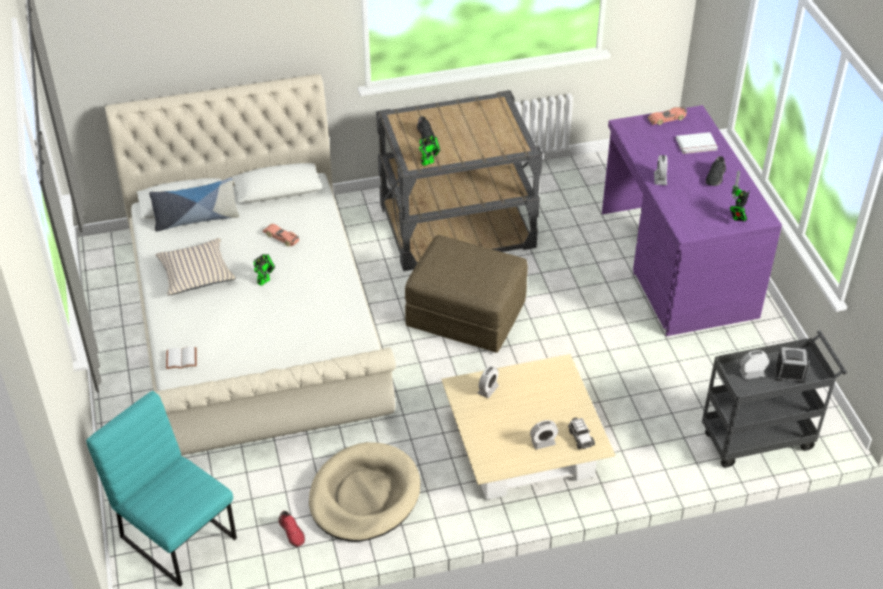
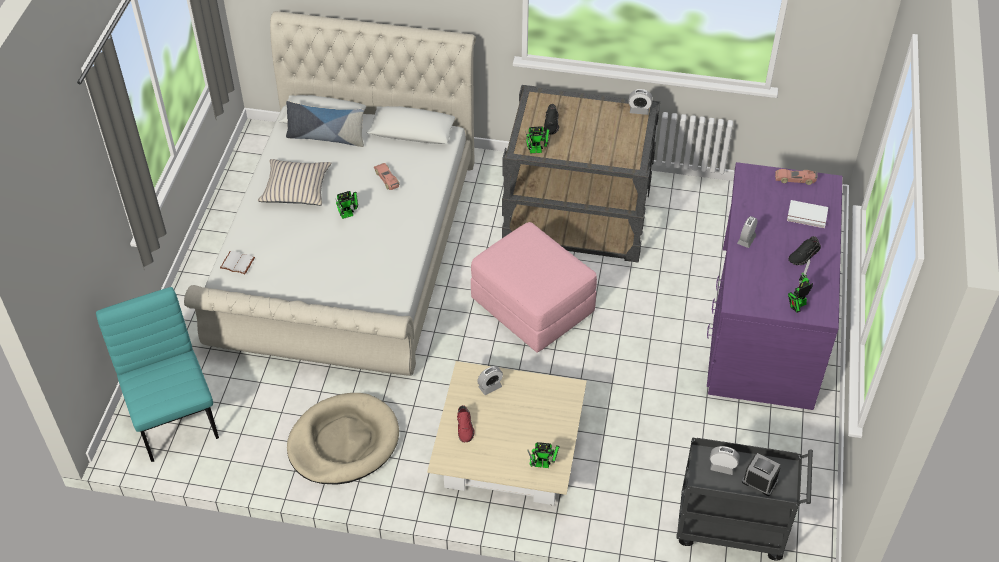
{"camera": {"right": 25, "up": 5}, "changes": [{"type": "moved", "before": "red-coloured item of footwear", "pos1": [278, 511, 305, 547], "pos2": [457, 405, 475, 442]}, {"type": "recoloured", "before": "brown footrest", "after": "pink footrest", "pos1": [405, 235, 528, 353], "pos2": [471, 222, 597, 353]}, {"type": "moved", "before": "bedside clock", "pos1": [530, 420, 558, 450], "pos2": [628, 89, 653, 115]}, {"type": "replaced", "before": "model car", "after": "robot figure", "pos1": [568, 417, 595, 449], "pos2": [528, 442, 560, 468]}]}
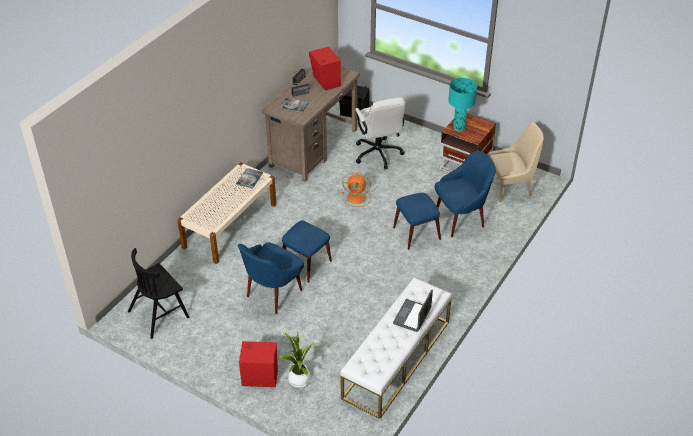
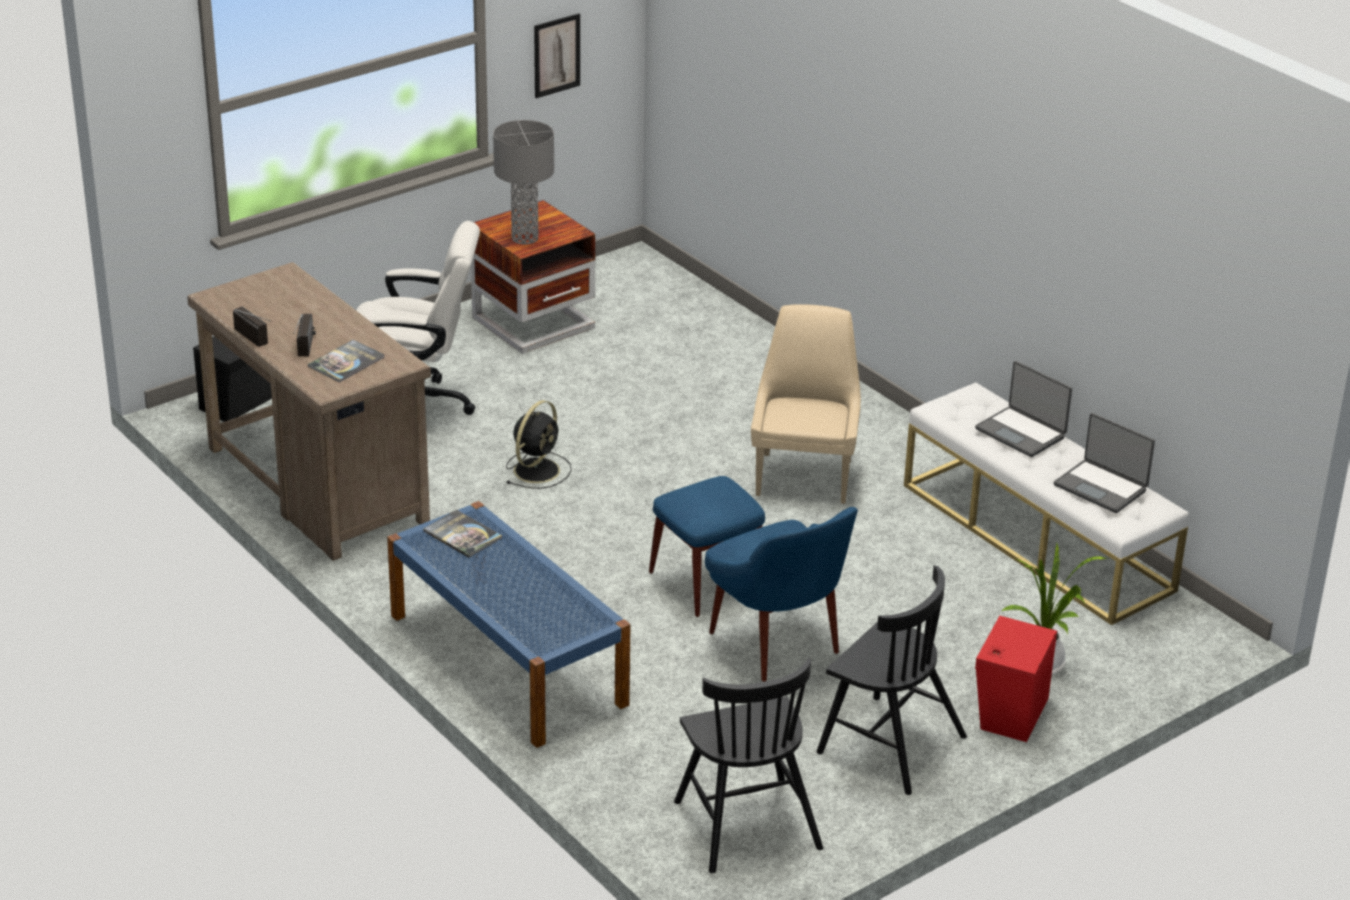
{"camera": {"right": -70, "up": -10}, "changes": [{"type": "recoloured", "before": "beige long seat", "after": "blue long seat", "pos1": [177, 162, 276, 264], "pos2": [387, 501, 631, 748]}, {"type": "removed", "before": "red-coloured audio speaker", "pos1": [309, 46, 341, 91]}, {"type": "recoloured", "before": "orangey electric fan", "after": "black electric fan", "pos1": [342, 172, 371, 207], "pos2": [506, 400, 572, 489]}, {"type": "removed", "before": "blue armchair", "pos1": [393, 150, 496, 250]}, {"type": "recoloured", "before": "turquoise-coloured tabletop lamp", "after": "gray tabletop lamp", "pos1": [448, 78, 477, 132], "pos2": [493, 120, 554, 244]}, {"type": "moved", "before": "beige chair", "pos1": [489, 122, 544, 203], "pos2": [751, 304, 861, 504]}, {"type": "added", "after": "picture", "pos2": [534, 13, 580, 98]}, {"type": "added", "after": "black chair", "pos2": [816, 565, 967, 795]}, {"type": "added", "after": "laptop", "pos2": [1054, 413, 1155, 513]}]}
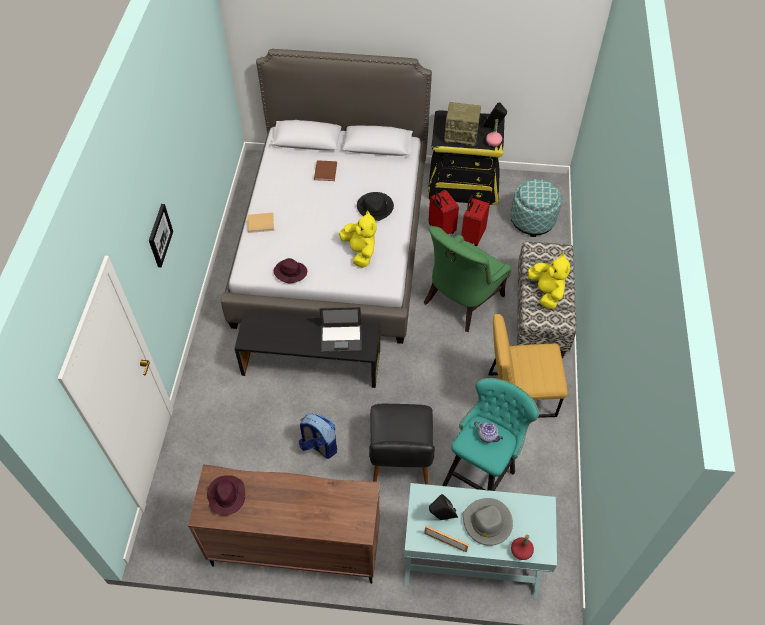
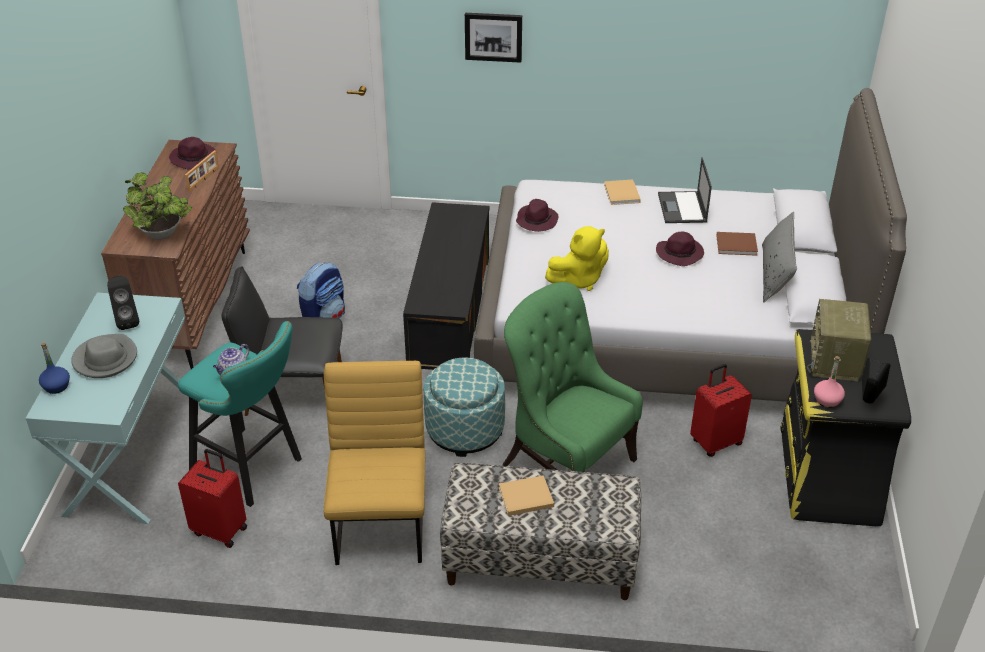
{"camera": {"right": 90, "up": -15}, "changes": [{"type": "moved", "before": "laptop", "pos1": [319, 307, 362, 353], "pos2": [658, 157, 712, 223]}, {"type": "removed", "before": "black clothing hat", "pos1": [357, 192, 394, 221]}, {"type": "moved", "before": "standing frame", "pos1": [424, 526, 469, 552], "pos2": [185, 150, 219, 192]}, {"type": "moved", "before": "red-coloured travel case", "pos1": [461, 195, 490, 246], "pos2": [178, 449, 247, 548]}, {"type": "moved", "before": "footrest", "pos1": [511, 179, 562, 237], "pos2": [424, 358, 505, 457]}, {"type": "recoloured", "before": "red-coloured drink bottle", "after": "blue drink bottle", "pos1": [511, 534, 534, 560], "pos2": [39, 343, 70, 394]}, {"type": "replaced", "before": "yellow-coloured plush toy", "after": "beige volume", "pos1": [528, 253, 570, 309], "pos2": [499, 475, 554, 516]}, {"type": "added", "after": "houseplant", "pos2": [123, 173, 192, 240]}, {"type": "added", "after": "purple clothing hat", "pos2": [656, 231, 704, 266]}, {"type": "added", "after": "gray pillow", "pos2": [762, 212, 797, 303]}]}
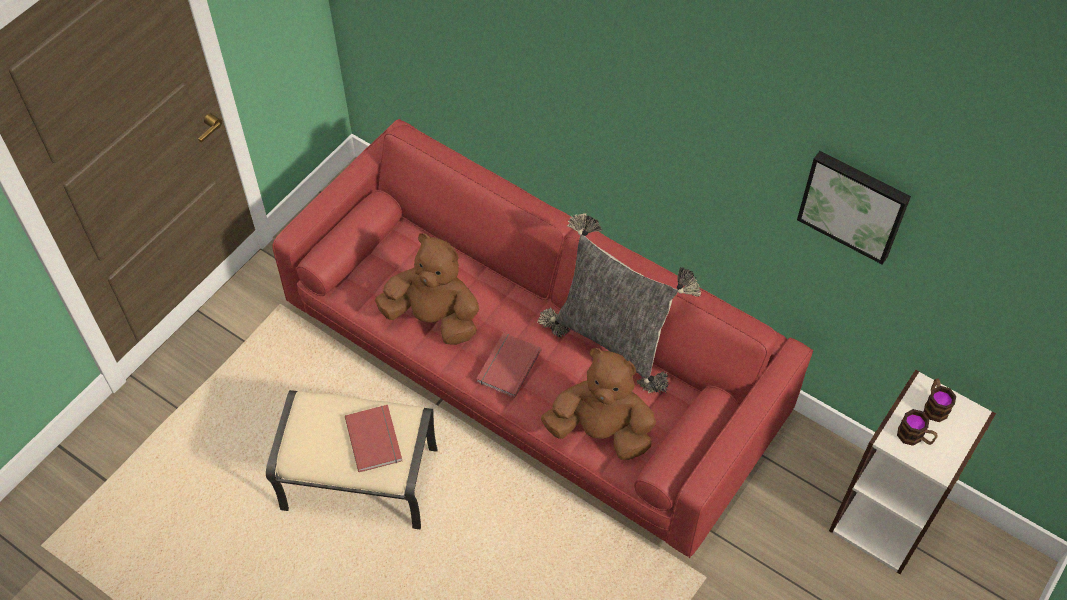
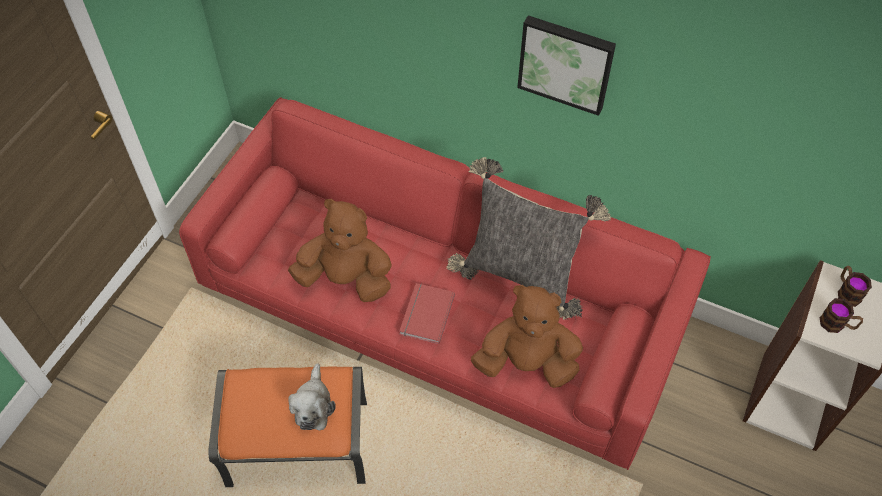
{"camera": {"right": -10, "up": 0}, "changes": [{"type": "recoloured", "before": "beige footrest", "after": "orangey footrest", "pos1": [266, 390, 438, 530], "pos2": [208, 367, 367, 487]}, {"type": "replaced", "before": "red-coloured volume", "after": "plush toy", "pos1": [345, 405, 402, 472], "pos2": [288, 363, 336, 430]}, {"type": "moved", "before": "picture", "pos1": [797, 151, 911, 264], "pos2": [517, 16, 616, 116]}]}
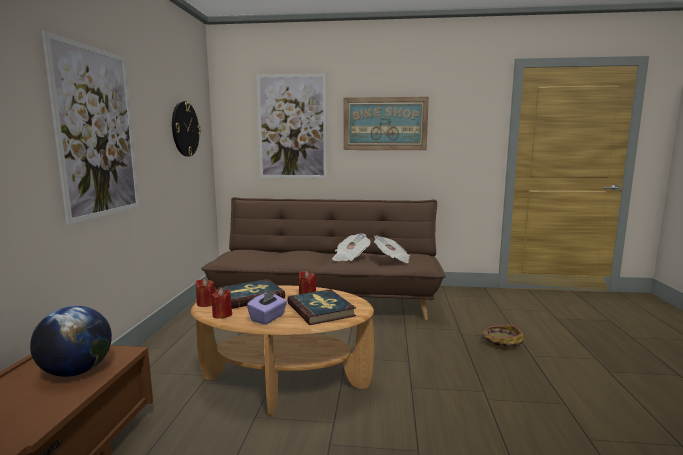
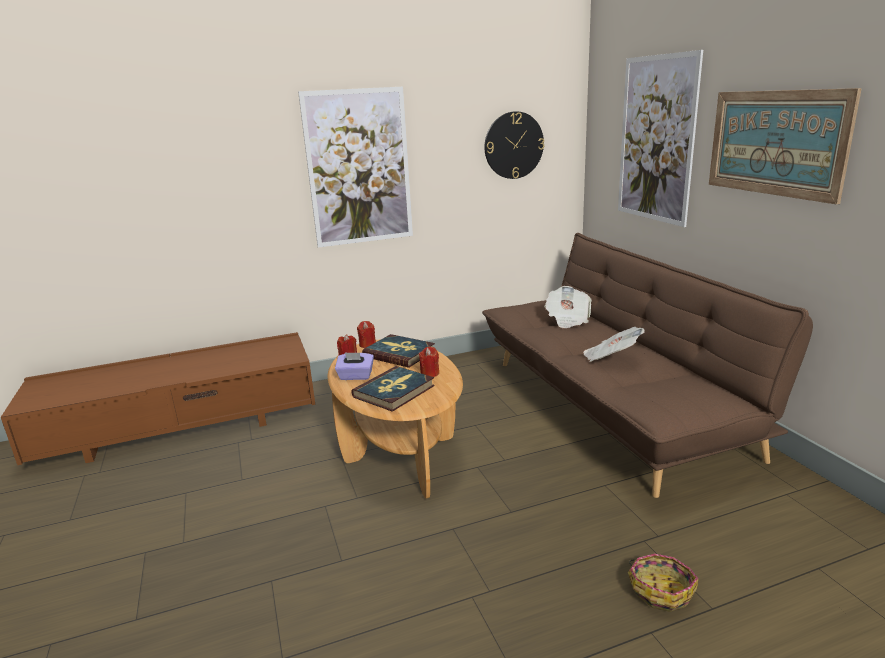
{"camera": {"right": 65, "up": 10}, "changes": [{"type": "removed", "before": "globe", "pos1": [30, 306, 112, 377]}, {"type": "moved", "before": "newspaper", "pos1": [374, 236, 410, 263], "pos2": [545, 286, 592, 328]}]}
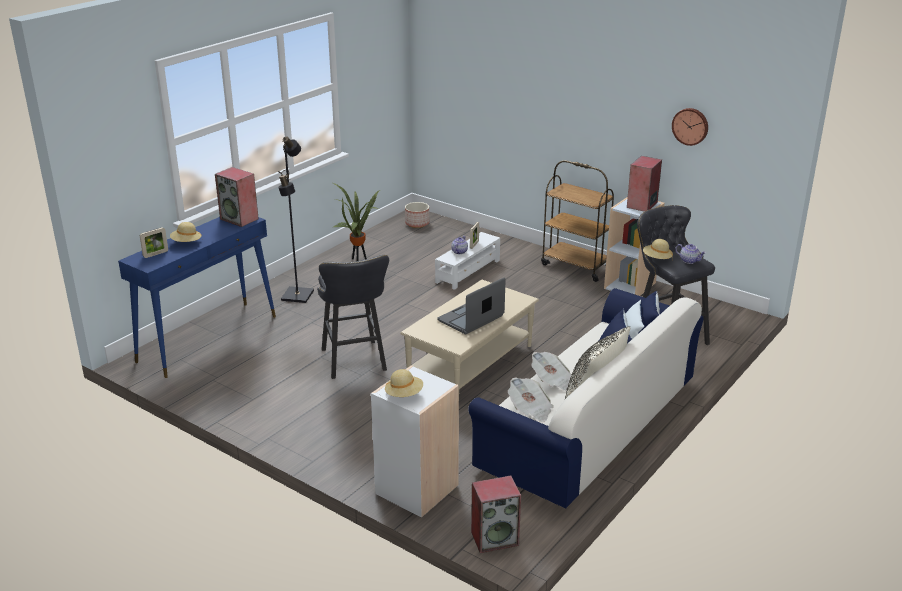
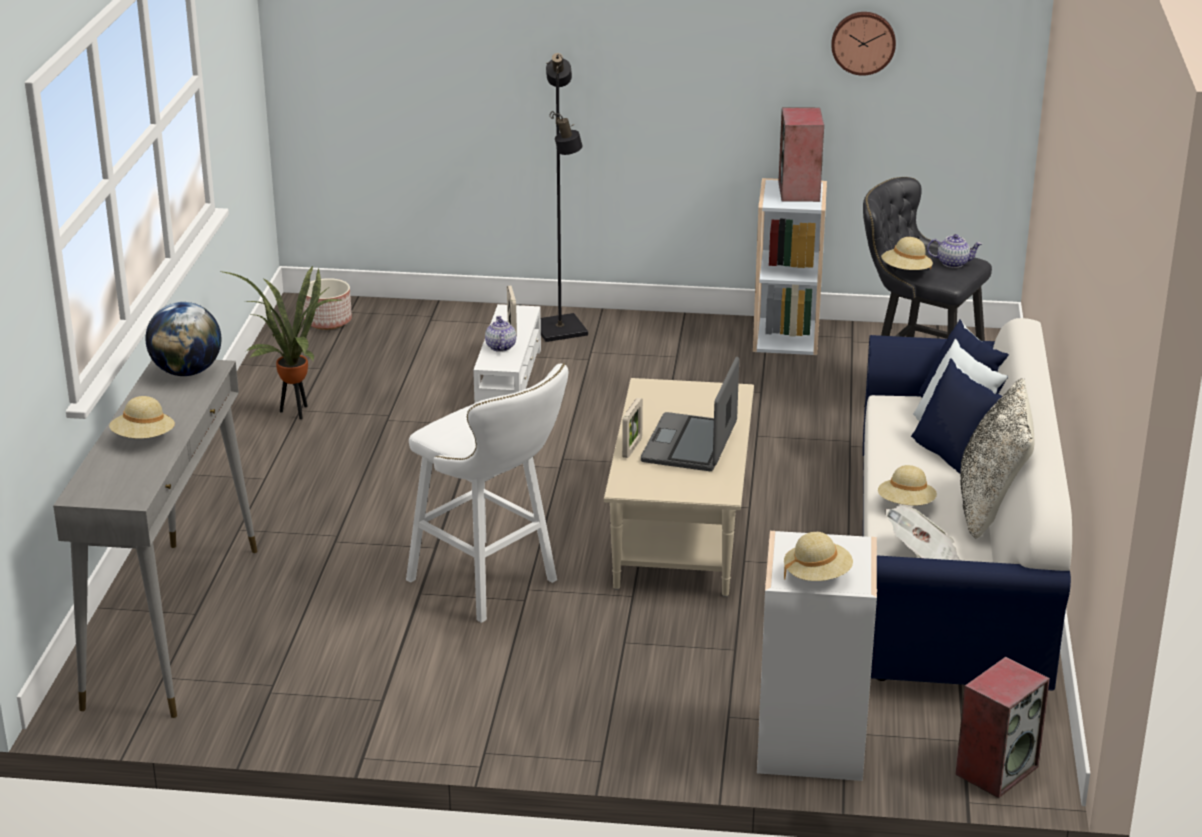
{"camera": {"right": -30, "up": 0}, "changes": [{"type": "recoloured", "before": "blue console table", "after": "gray console table", "pos1": [118, 217, 276, 378], "pos2": [53, 360, 257, 718]}, {"type": "moved", "before": "standing frame", "pos1": [140, 227, 168, 258], "pos2": [622, 398, 643, 458]}, {"type": "replaced", "before": "audio speaker", "after": "globe", "pos1": [215, 167, 259, 227], "pos2": [145, 302, 221, 376]}, {"type": "moved", "before": "black standard lamp", "pos1": [278, 136, 314, 303], "pos2": [541, 53, 588, 342]}, {"type": "recoloured", "before": "black stool seat", "after": "white stool seat", "pos1": [317, 255, 389, 379], "pos2": [406, 363, 568, 623]}, {"type": "replaced", "before": "newspaper", "after": "beige clothing hat", "pos1": [531, 352, 572, 391], "pos2": [878, 465, 937, 505]}, {"type": "removed", "before": "brown cart", "pos1": [541, 160, 614, 282]}]}
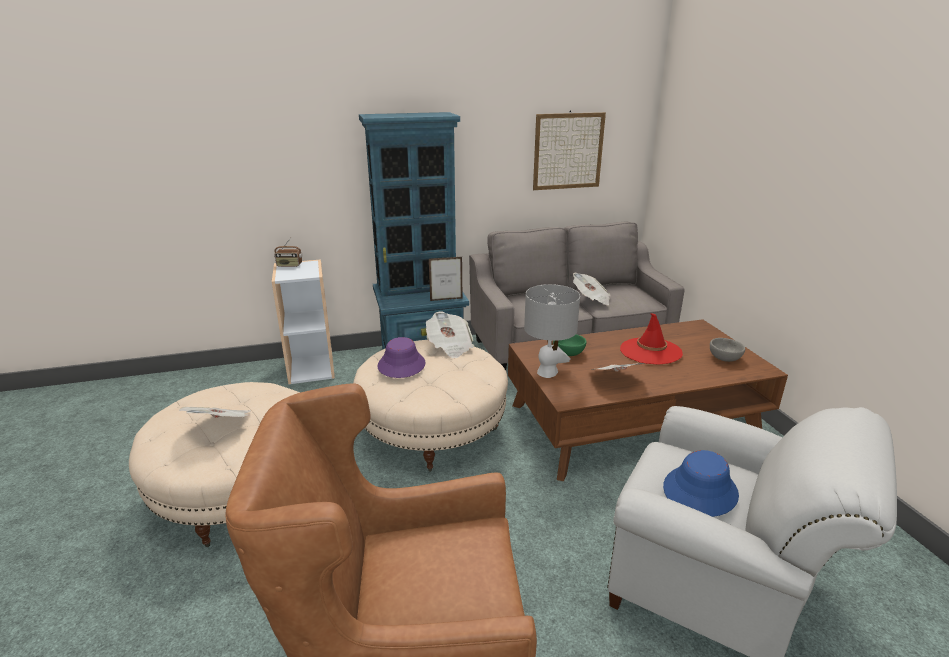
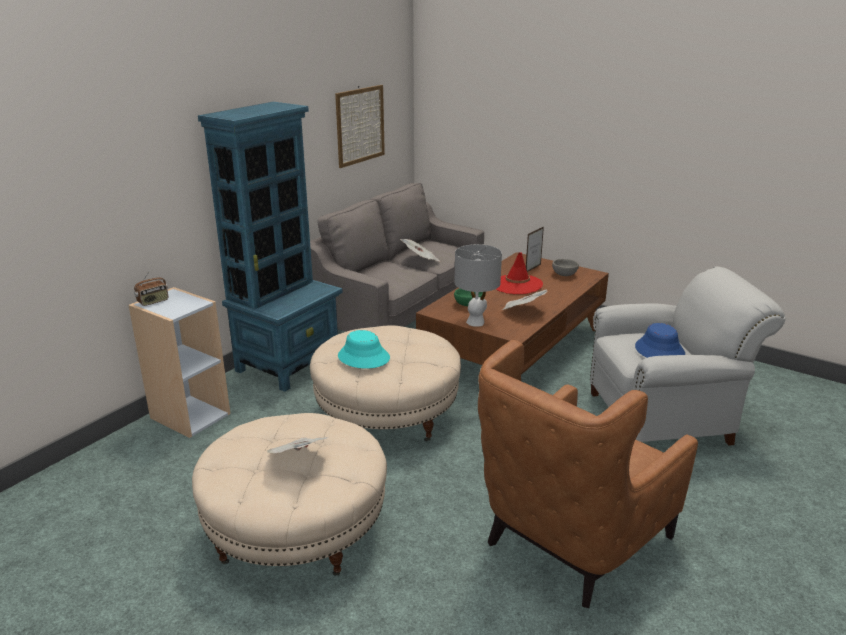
{"camera": {"right": -40, "up": 0}, "changes": [{"type": "recoloured", "before": "purple clothing hat", "after": "turquoise-coloured clothing hat", "pos1": [378, 337, 426, 378], "pos2": [338, 330, 390, 369]}, {"type": "removed", "before": "newspaper", "pos1": [426, 312, 474, 359]}, {"type": "moved", "before": "standing frame", "pos1": [429, 257, 463, 301], "pos2": [526, 226, 544, 272]}]}
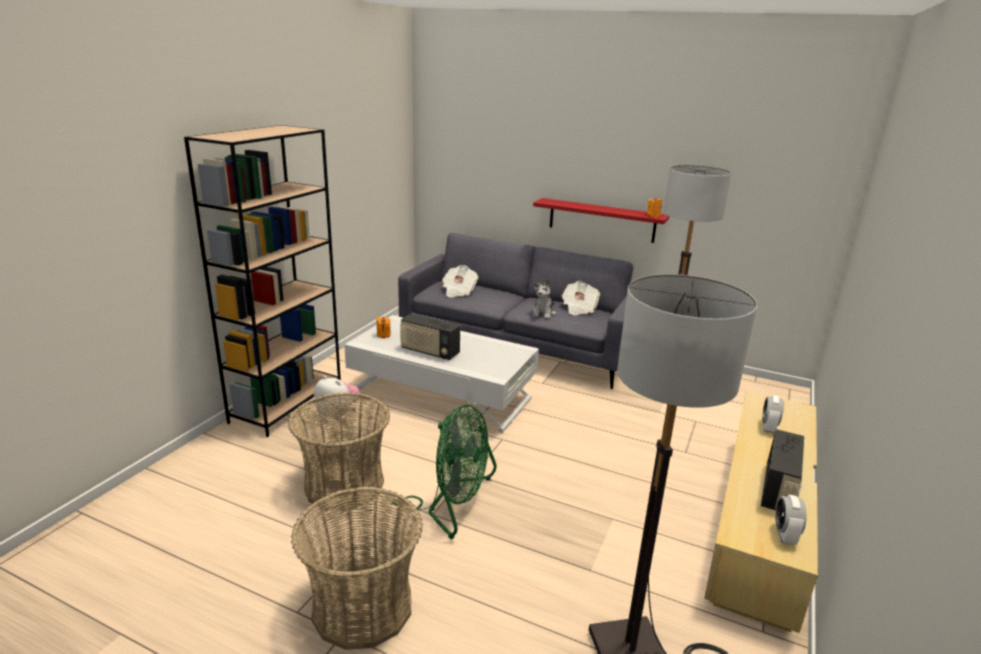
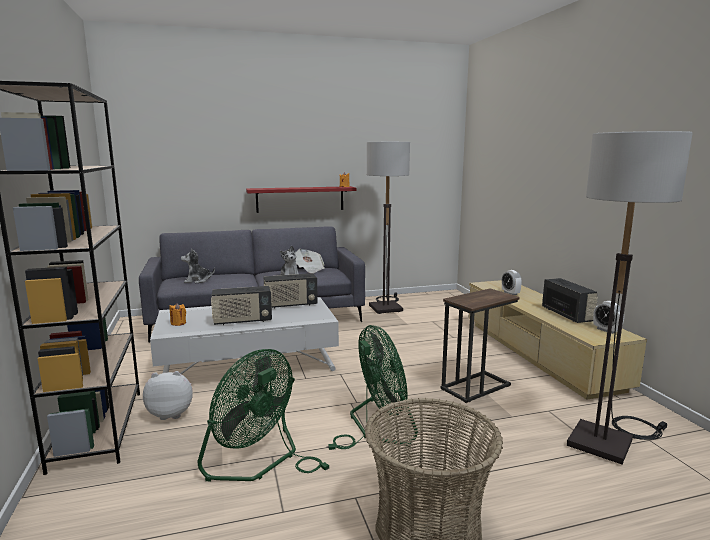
{"camera": {"right": -40, "up": -10}, "changes": [{"type": "replaced", "before": "storage basket", "after": "green electric fan", "pos1": [288, 392, 390, 511], "pos2": [198, 349, 329, 482]}, {"type": "replaced", "before": "newspaper", "after": "plush toy", "pos1": [442, 265, 478, 297], "pos2": [181, 248, 215, 283]}, {"type": "added", "after": "radio", "pos2": [264, 273, 318, 309]}, {"type": "added", "after": "brown accent table", "pos2": [441, 289, 520, 403]}]}
